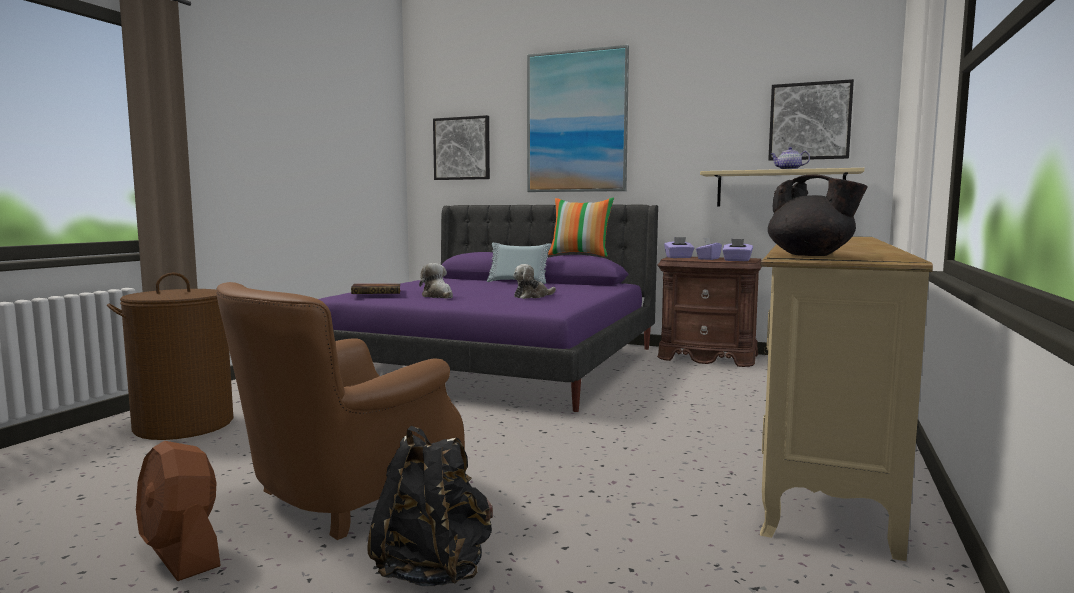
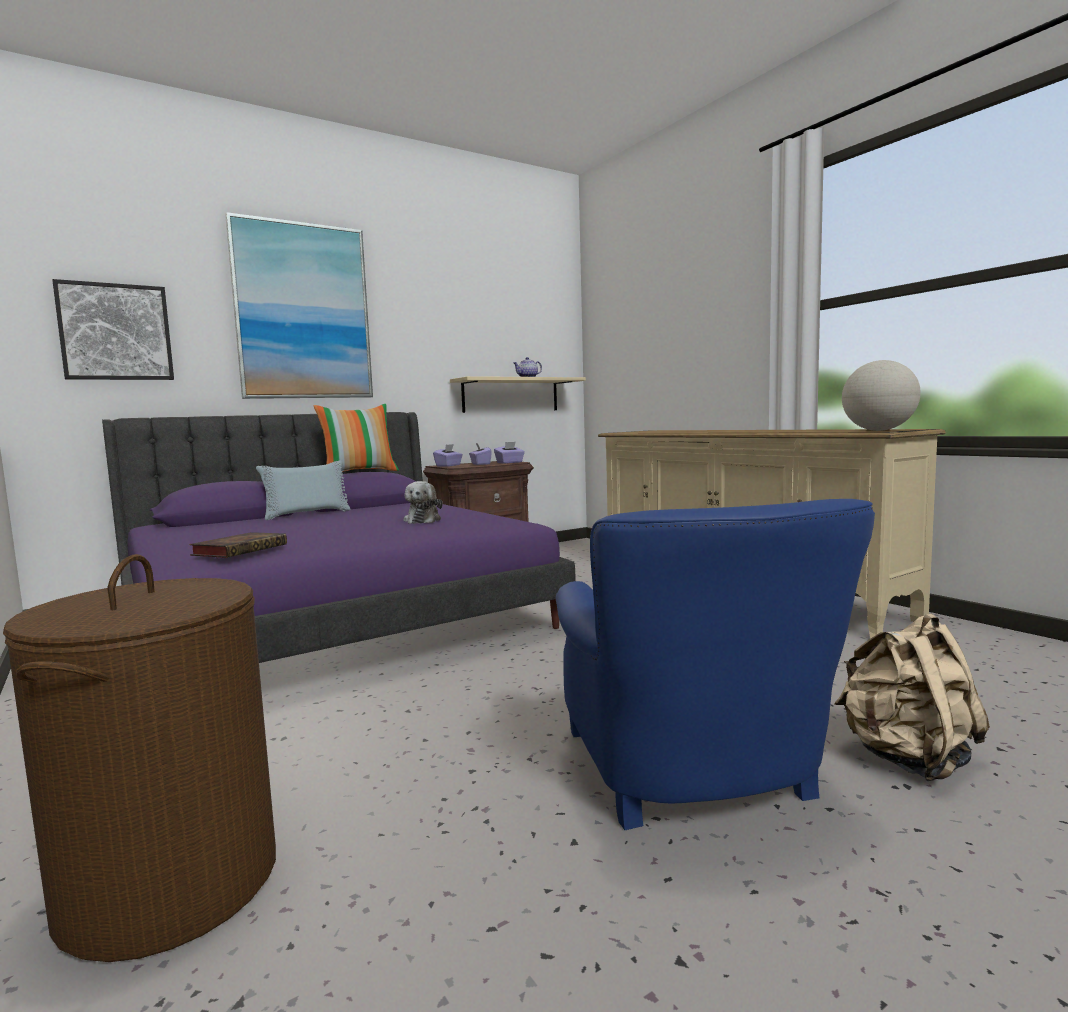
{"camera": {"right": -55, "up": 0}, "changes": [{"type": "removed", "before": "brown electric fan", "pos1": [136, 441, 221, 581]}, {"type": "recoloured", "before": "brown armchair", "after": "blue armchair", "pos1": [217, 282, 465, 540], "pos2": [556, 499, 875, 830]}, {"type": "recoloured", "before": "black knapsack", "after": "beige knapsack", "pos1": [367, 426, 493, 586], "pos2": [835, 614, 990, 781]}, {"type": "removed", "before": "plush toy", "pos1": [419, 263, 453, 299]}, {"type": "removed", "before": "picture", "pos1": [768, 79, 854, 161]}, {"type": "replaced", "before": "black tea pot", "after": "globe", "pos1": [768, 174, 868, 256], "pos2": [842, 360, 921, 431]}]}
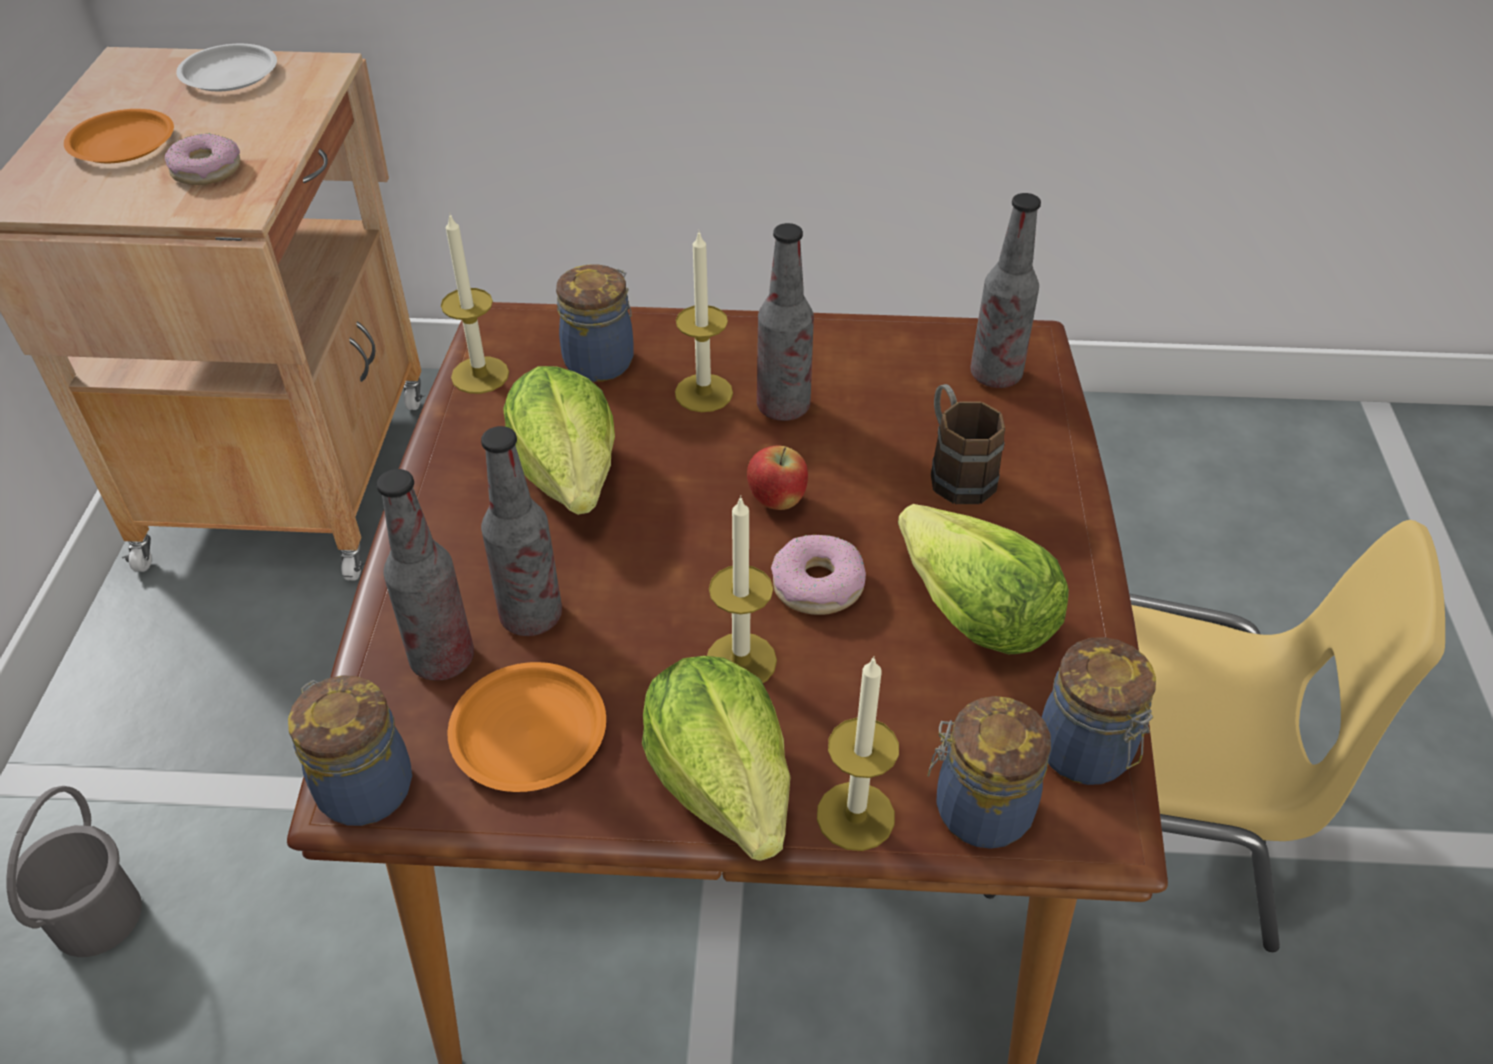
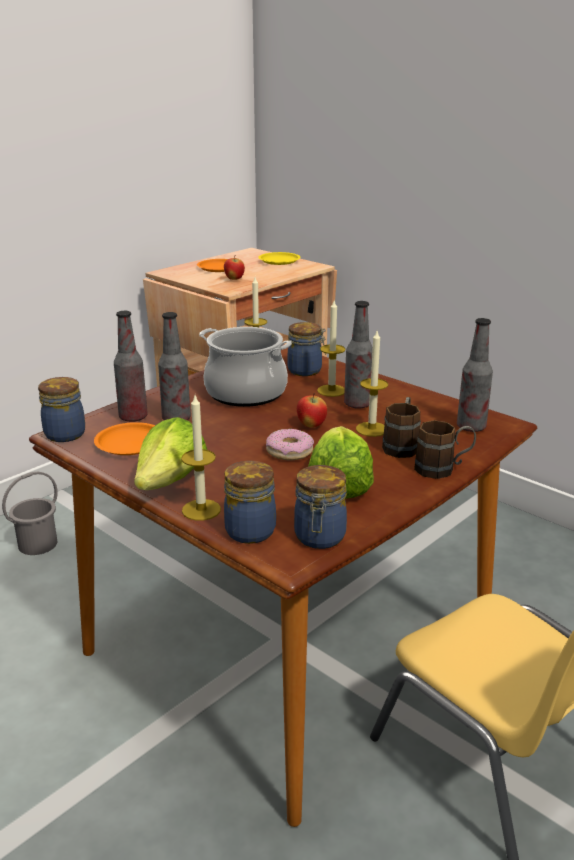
{"camera": {"right": 40, "up": -20}, "changes": [{"type": "replaced", "before": "ring doughnut", "after": "apple", "pos1": [165, 134, 240, 185], "pos2": [224, 255, 245, 280]}, {"type": "recoloured", "before": "white dinner plate", "after": "yellow-coloured dinner plate", "pos1": [176, 44, 277, 91], "pos2": [258, 252, 301, 265]}, {"type": "replaced", "before": "lettuce", "after": "saucepot", "pos1": [503, 366, 615, 515], "pos2": [199, 327, 292, 407]}, {"type": "moved", "before": "candle", "pos1": [707, 495, 777, 683], "pos2": [356, 331, 388, 437]}, {"type": "added", "after": "brown coffee mug", "pos2": [414, 420, 476, 479]}]}
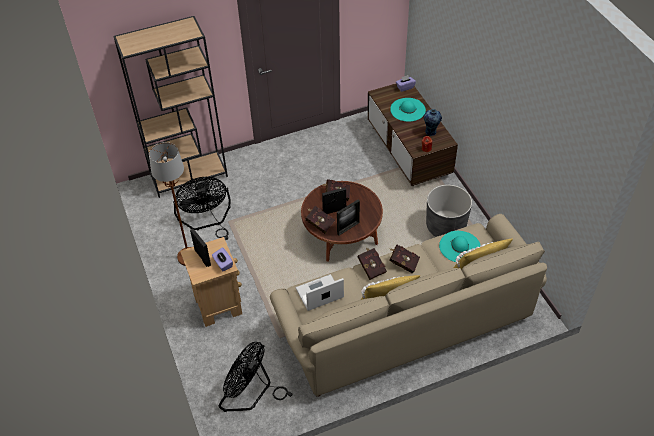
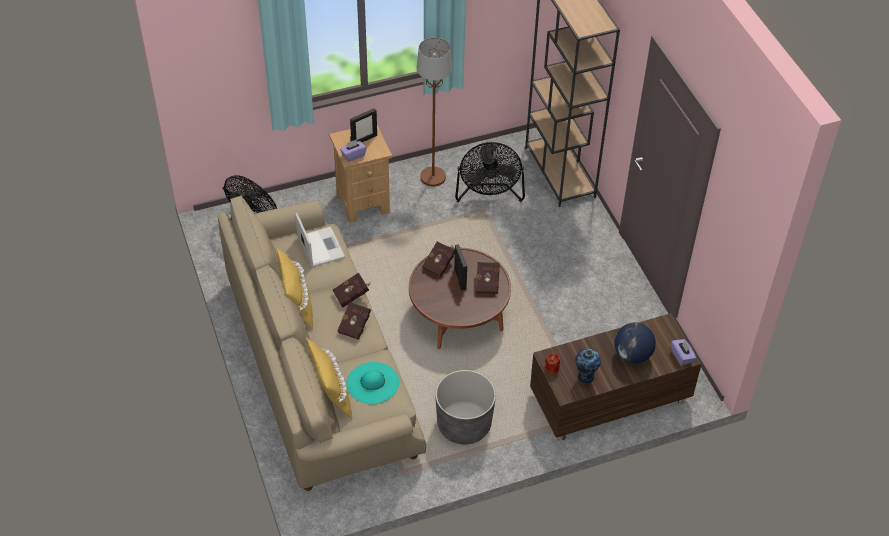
{"camera": {"right": 90, "up": 0}, "changes": [{"type": "turned", "before": "black electric fan", "pos1": [173, 177, 231, 240], "pos2": [455, 142, 525, 202], "turn": 105}, {"type": "removed", "before": "standing frame", "pos1": [337, 200, 360, 236]}, {"type": "replaced", "before": "turquoise-coloured clothing hat", "after": "globe", "pos1": [390, 98, 426, 122], "pos2": [614, 322, 656, 364]}]}
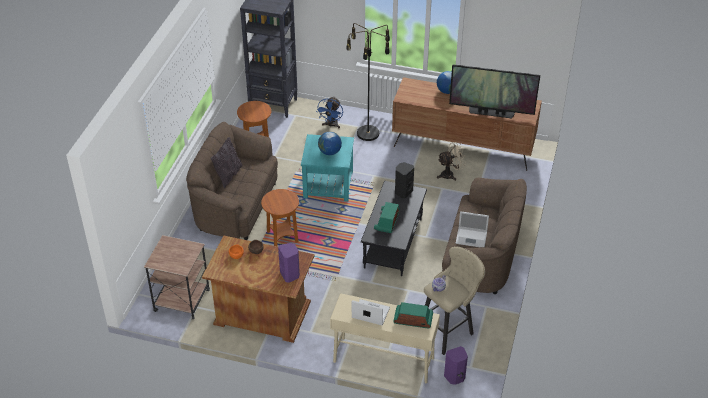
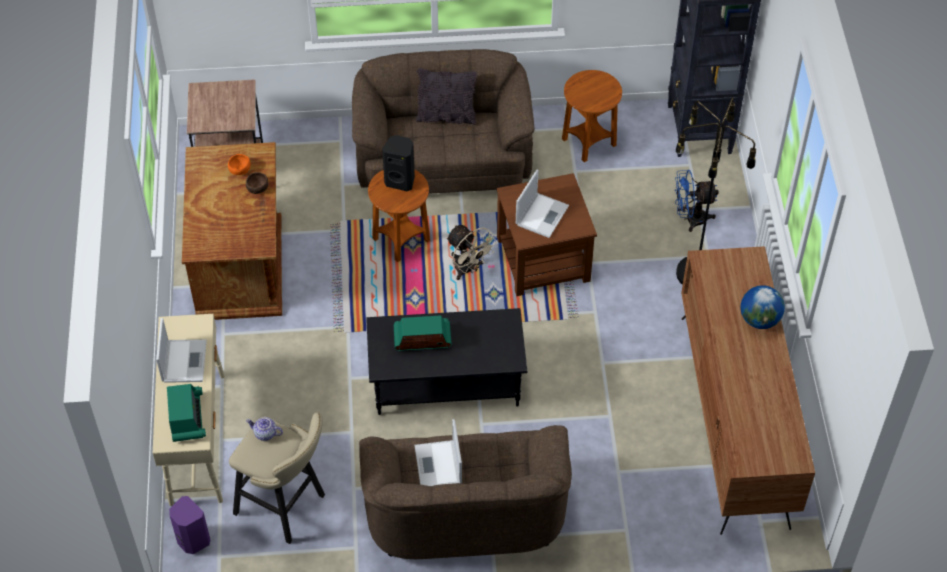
{"camera": {"right": 70, "up": 10}, "changes": [{"type": "removed", "before": "purple audio speaker", "pos1": [278, 243, 300, 283]}, {"type": "recoloured", "before": "turquoise-coloured accent table", "after": "brown accent table", "pos1": [301, 134, 354, 201], "pos2": [497, 173, 597, 296]}, {"type": "replaced", "before": "globe", "after": "laptop", "pos1": [318, 132, 342, 155], "pos2": [516, 170, 569, 238]}, {"type": "moved", "before": "black audio speaker", "pos1": [395, 162, 414, 199], "pos2": [382, 135, 415, 192]}, {"type": "moved", "before": "beige electric fan", "pos1": [437, 142, 466, 181], "pos2": [446, 225, 497, 280]}, {"type": "removed", "before": "TV", "pos1": [449, 64, 540, 119]}]}
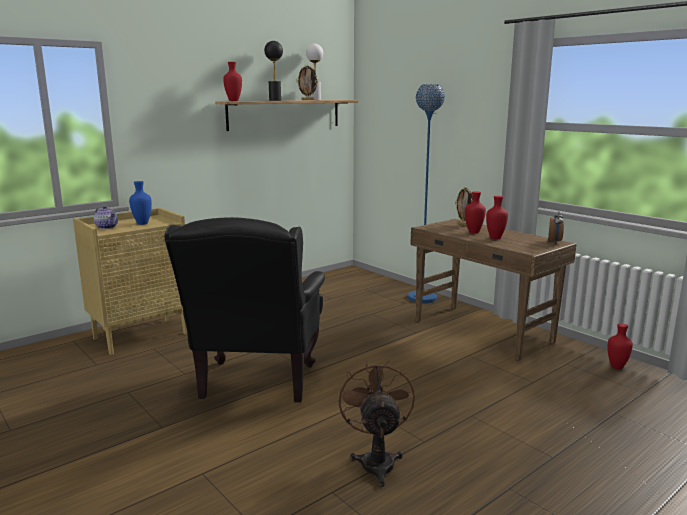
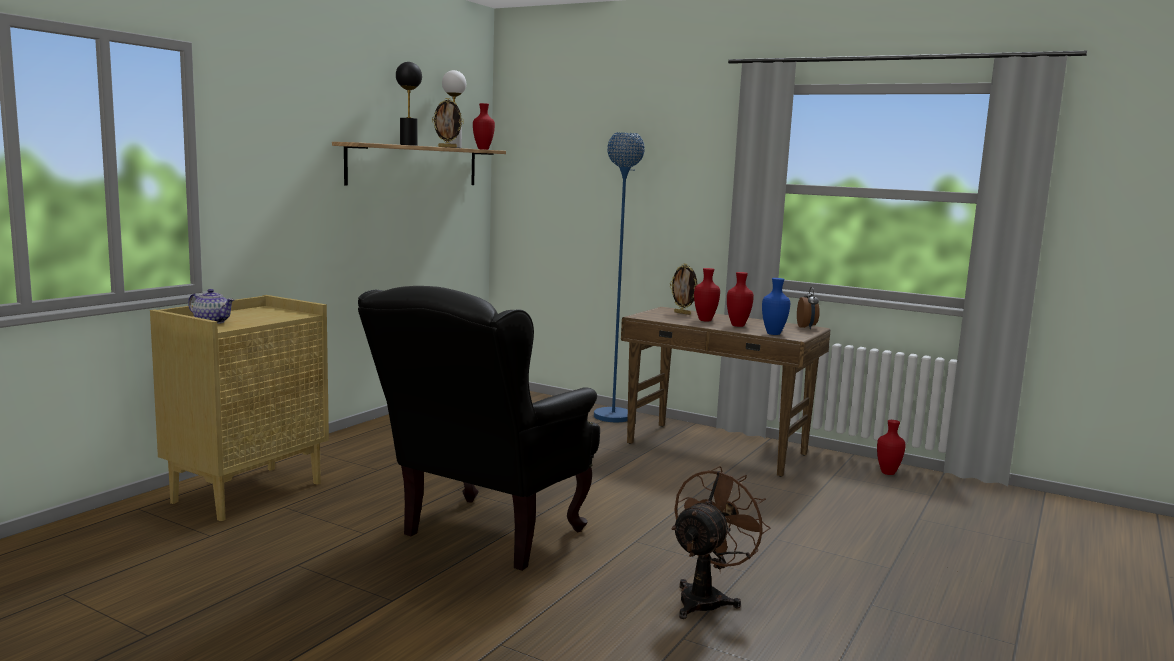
{"camera": {"right": -20, "up": -5}, "changes": [{"type": "moved", "before": "blue vase", "pos1": [129, 181, 152, 225], "pos2": [762, 278, 790, 335]}, {"type": "turned", "before": "black armchair", "pos1": [164, 217, 325, 402], "pos2": [358, 286, 600, 571], "turn": 45}, {"type": "moved", "before": "red-coloured vase", "pos1": [223, 62, 242, 101], "pos2": [473, 103, 495, 150]}, {"type": "turned", "before": "brown electric fan", "pos1": [338, 360, 415, 487], "pos2": [671, 466, 770, 619], "turn": 60}]}
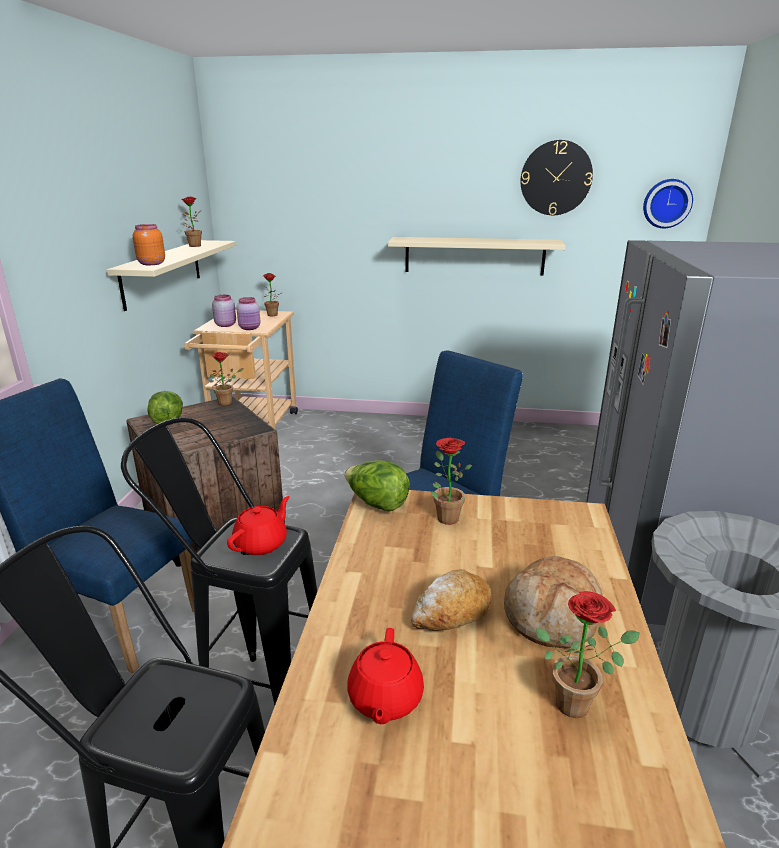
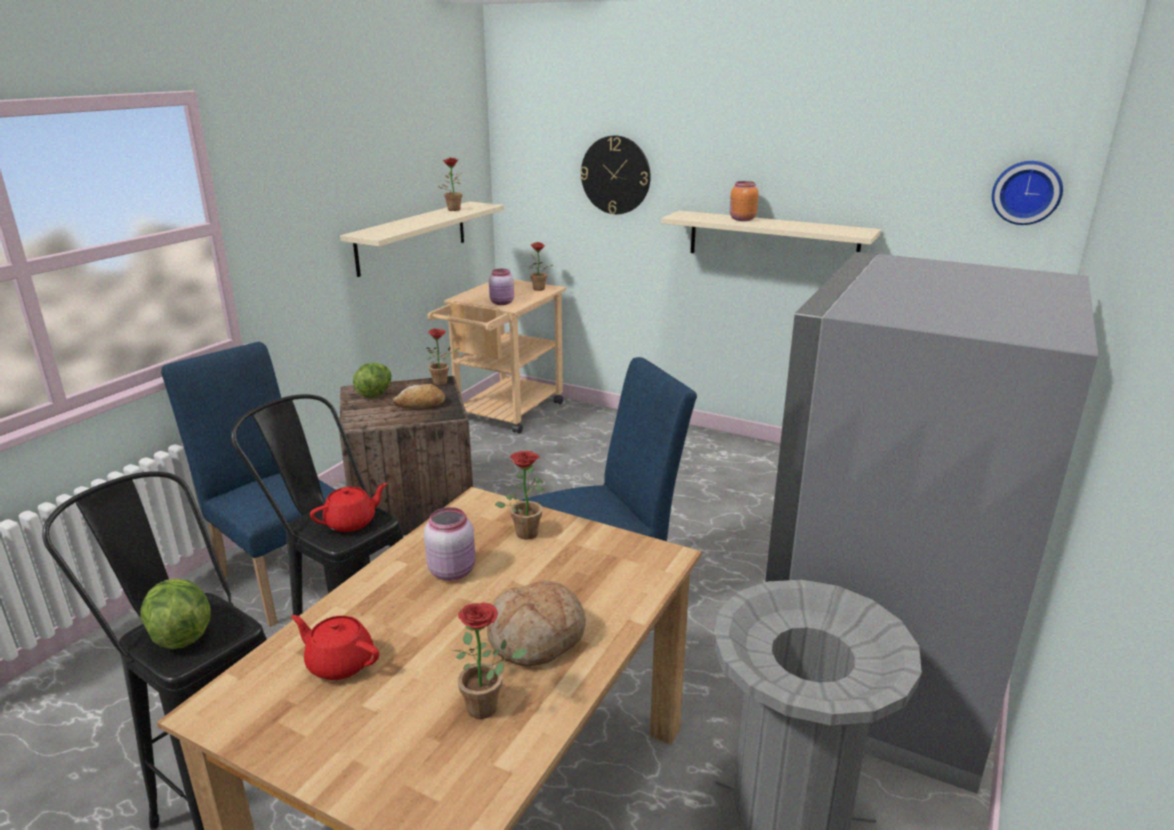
{"camera": {"right": 20, "up": 0}, "changes": [{"type": "moved", "before": "orangey storage jar", "pos1": [133, 224, 165, 265], "pos2": [730, 181, 759, 221]}, {"type": "moved", "before": "pink storage jar", "pos1": [212, 295, 236, 327], "pos2": [424, 507, 475, 581]}, {"type": "moved", "before": "lettuce", "pos1": [344, 461, 410, 512], "pos2": [141, 579, 211, 649]}, {"type": "turned", "before": "red-coloured tea pot", "pos1": [347, 628, 424, 724], "pos2": [291, 615, 379, 680], "turn": 90}, {"type": "moved", "before": "bakery bread", "pos1": [411, 569, 492, 631], "pos2": [393, 384, 445, 408]}, {"type": "moved", "before": "wall clock", "pos1": [520, 140, 593, 215], "pos2": [580, 136, 651, 214]}]}
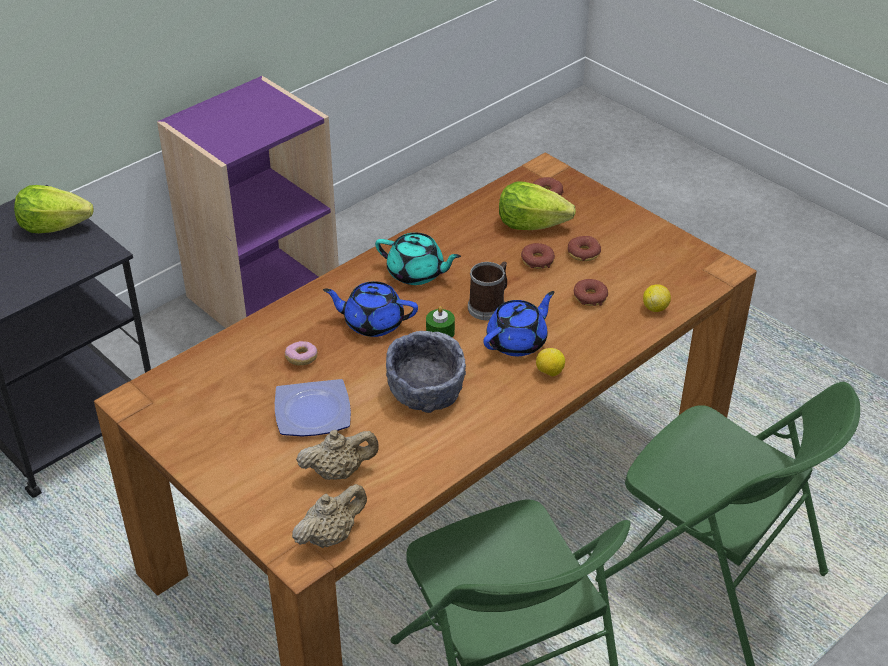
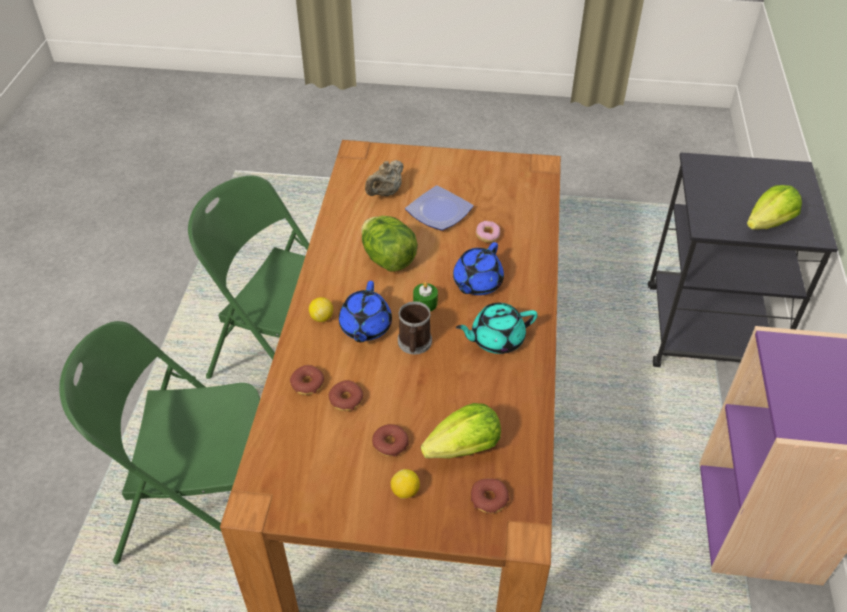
{"camera": {"right": 140, "up": 5}, "changes": [{"type": "removed", "before": "beige tea pot", "pos1": [292, 484, 367, 548]}, {"type": "turned", "before": "blue tea pot", "pos1": [323, 281, 418, 337], "pos2": [453, 242, 504, 295], "turn": 150}, {"type": "replaced", "before": "gray serving bowl", "after": "lettuce", "pos1": [386, 331, 466, 413], "pos2": [361, 216, 418, 272]}, {"type": "moved", "before": "ring doughnut", "pos1": [521, 243, 555, 269], "pos2": [290, 365, 324, 395]}, {"type": "moved", "before": "whole lemon", "pos1": [643, 284, 671, 312], "pos2": [391, 469, 420, 499]}]}
